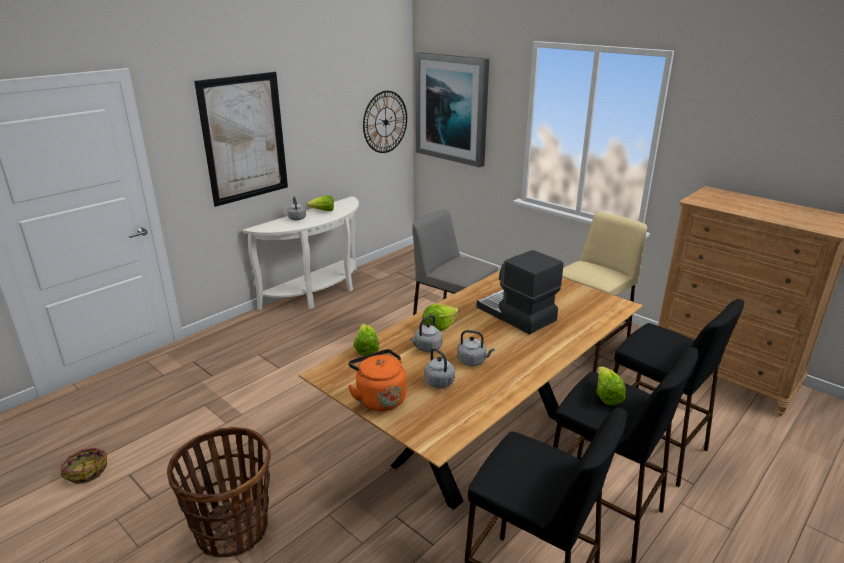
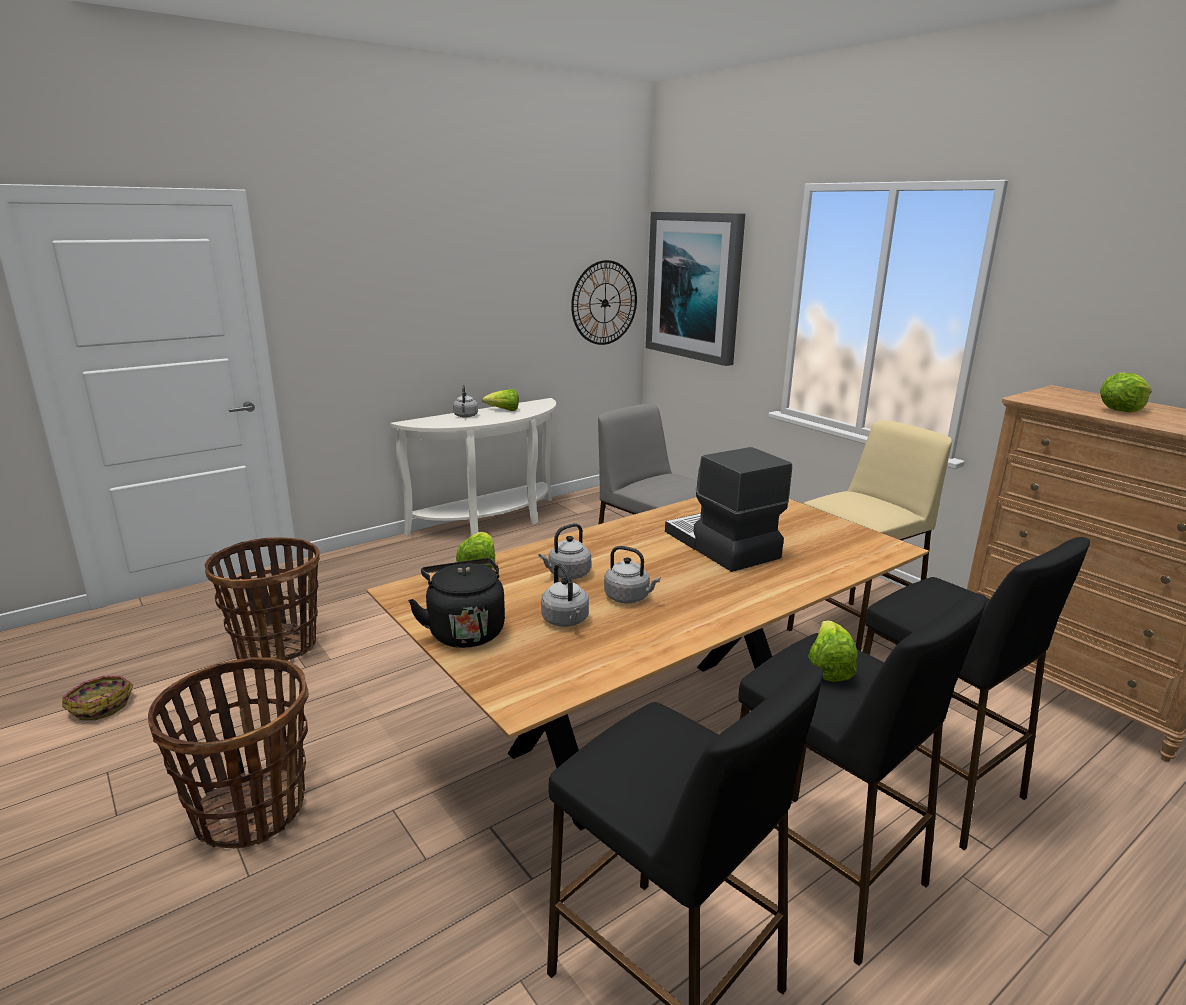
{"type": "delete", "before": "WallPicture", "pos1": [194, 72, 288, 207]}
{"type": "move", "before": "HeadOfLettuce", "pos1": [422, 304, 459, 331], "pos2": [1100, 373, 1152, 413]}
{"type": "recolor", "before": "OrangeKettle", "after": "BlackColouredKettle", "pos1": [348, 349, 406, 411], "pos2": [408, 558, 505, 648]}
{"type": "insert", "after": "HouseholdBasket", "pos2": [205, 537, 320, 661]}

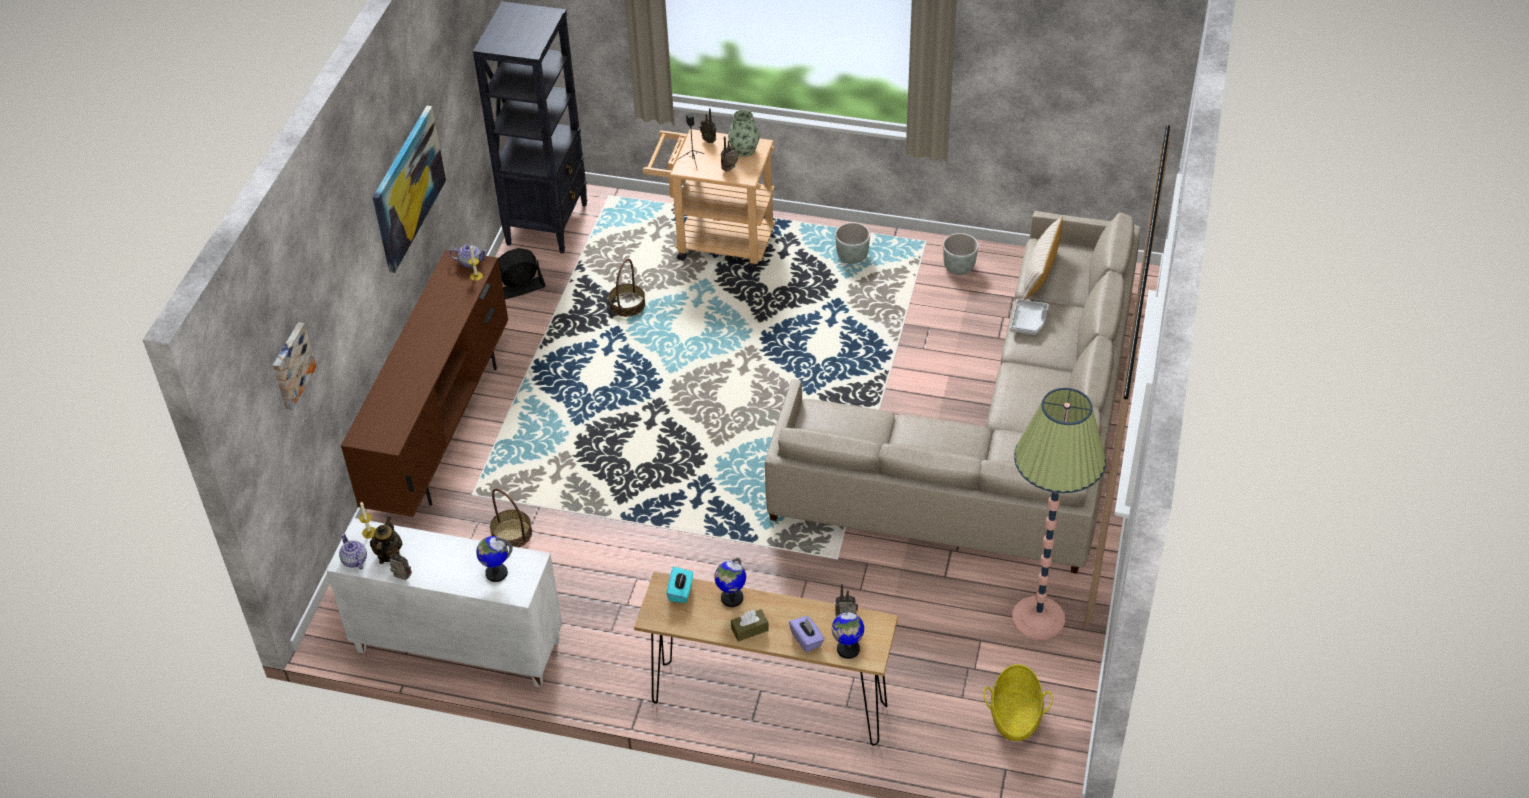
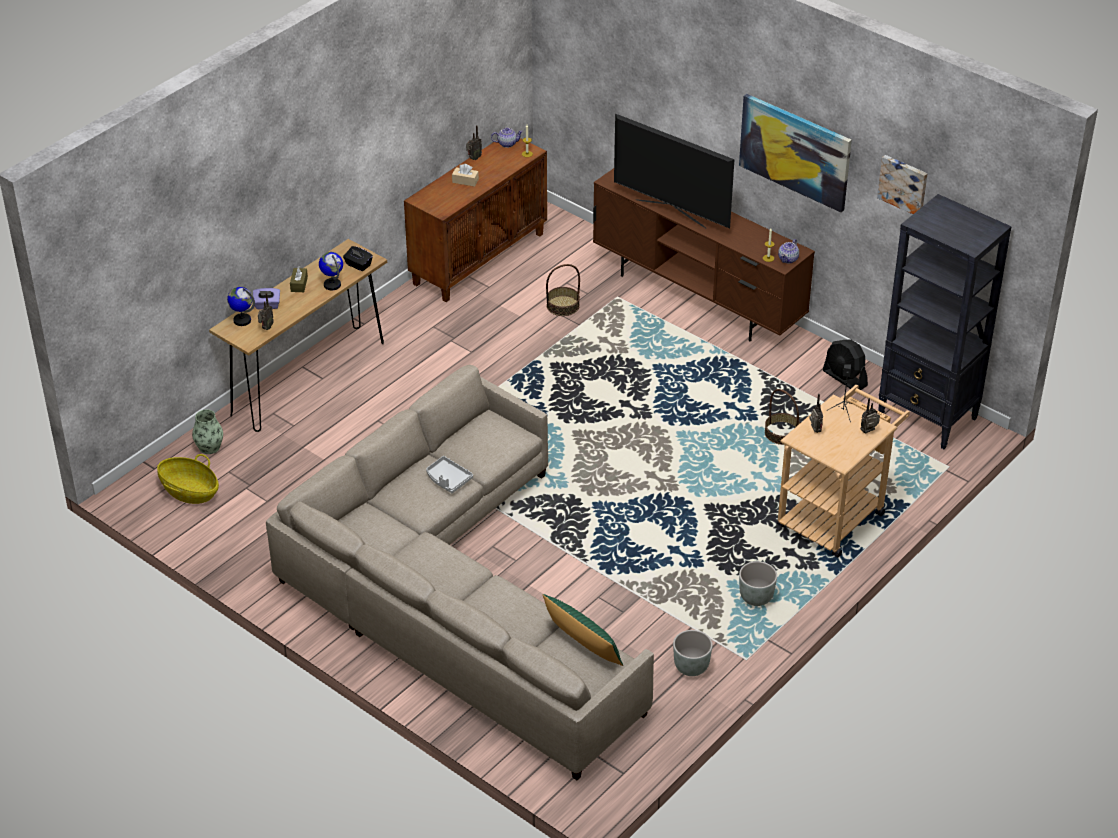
{"type": "move", "before": "Vase", "pos1": [728, 110, 760, 157], "pos2": [192, 409, 223, 454]}
{"type": "recolor", "before": "BeigeColouredPillow", "after": "GreenColouredPillow", "pos1": [1023, 216, 1063, 300], "pos2": [542, 594, 623, 666]}
{"type": "rotate", "before": "BlackColouredFan", "pos1": [498, 248, 546, 299], "pos2": [823, 339, 868, 390], "turn": 135}
{"type": "move", "before": "GreyishTray", "pos1": [1010, 299, 1049, 335], "pos2": [426, 456, 473, 493]}
{"type": "move", "before": "WallPicture", "pos1": [273, 322, 316, 410], "pos2": [877, 155, 928, 214]}
{"type": "delete", "before": "StandardLamp", "pos1": [1012, 388, 1106, 640]}
{"type": "delete", "before": "Teapot", "pos1": [370, 517, 402, 564]}
{"type": "recolor", "before": "WhiteColouredCabinet", "after": "BrownCabinet", "pos1": [327, 518, 562, 687], "pos2": [404, 138, 547, 302]}
{"type": "delete", "before": "Globe", "pos1": [476, 536, 512, 582]}
{"type": "recolor", "before": "TurquoiseBoxOfTissues", "after": "BlackColouredBoxOfTissues", "pos1": [667, 567, 693, 603], "pos2": [343, 246, 373, 271]}
{"type": "insert", "after": "Television", "pos2": [614, 114, 734, 229]}
{"type": "insert", "after": "BeigeColouredBoxOfTissues", "pos2": [452, 164, 479, 187]}

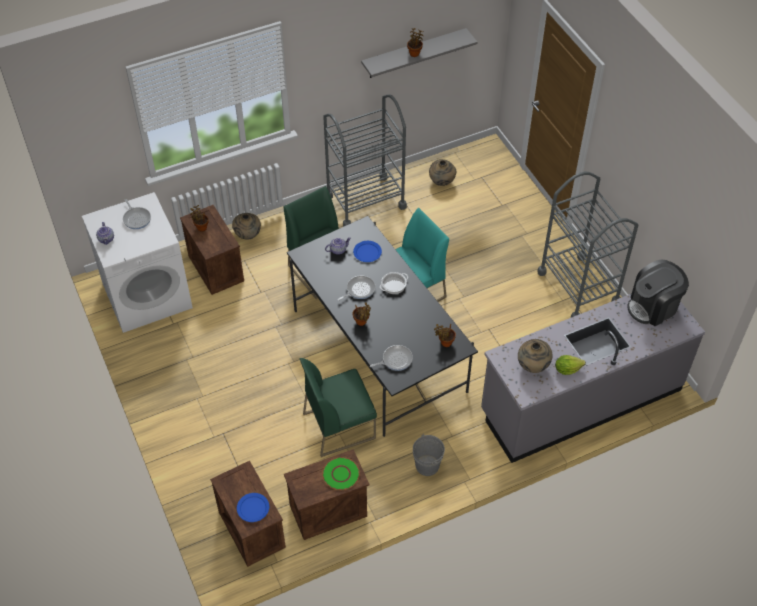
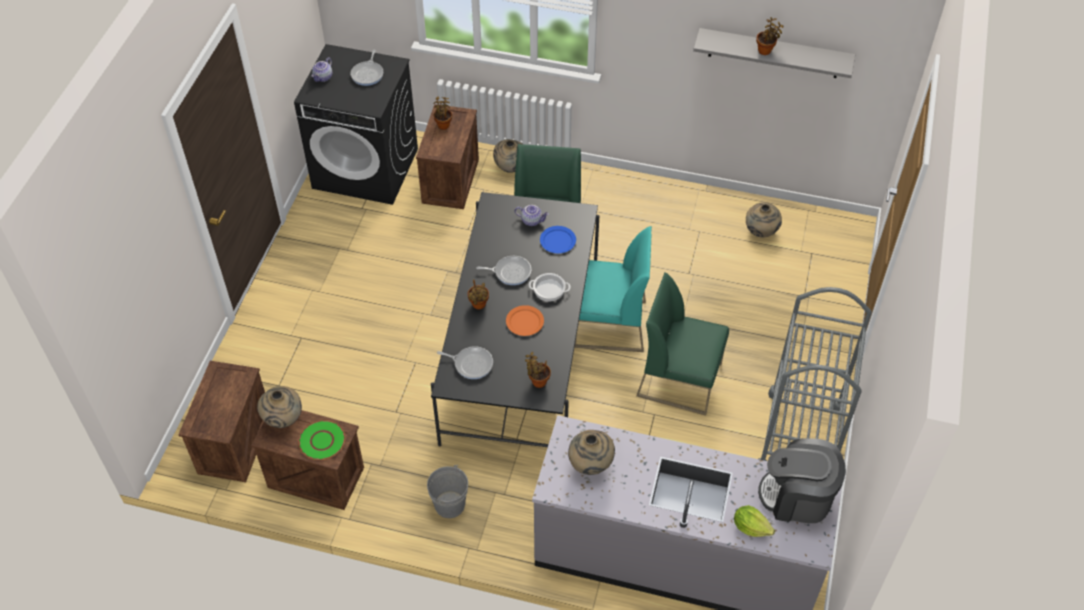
{"type": "delete", "before": "GreyishTrolley", "pos1": [323, 94, 407, 227]}
{"type": "recolor", "before": "WhiteColouredLaundryAppliance", "after": "BlackColouredLaundryAppliance", "pos1": [82, 192, 193, 333], "pos2": [294, 44, 418, 205]}
{"type": "move", "before": "HeadOfLettuce", "pos1": [555, 355, 586, 375], "pos2": [734, 505, 775, 537]}
{"type": "move", "before": "GreenColouredUprightChair", "pos1": [299, 358, 377, 457], "pos2": [636, 272, 729, 416]}
{"type": "delete", "before": "BlueColouredPlate", "pos1": [237, 493, 269, 522]}
{"type": "insert", "after": "OrangePlate", "pos2": [506, 305, 544, 336]}
{"type": "insert", "after": "BeigeColouredVase", "pos2": [257, 386, 302, 428]}

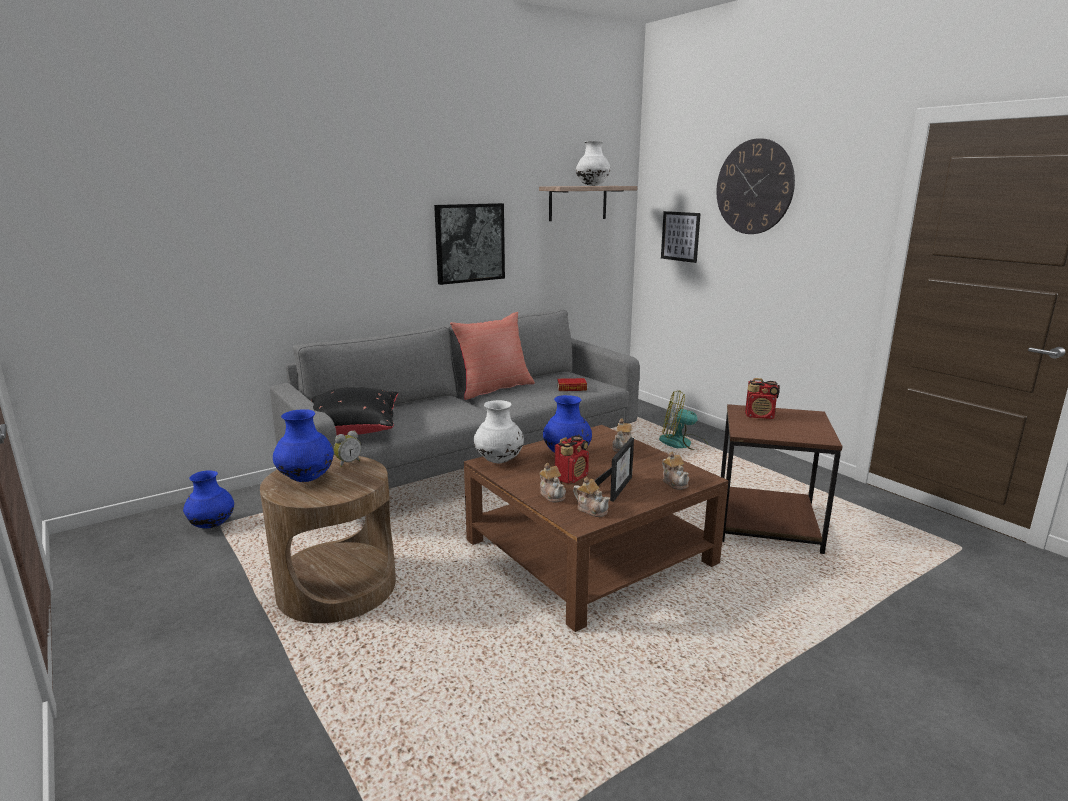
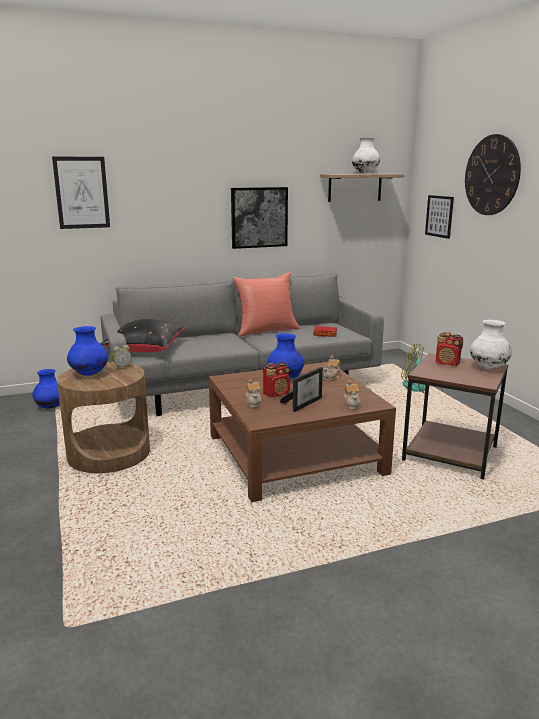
{"type": "move", "before": "WhiteColouredVase", "pos1": [473, 400, 524, 463], "pos2": [470, 320, 512, 369]}
{"type": "delete", "before": "Teapot", "pos1": [573, 477, 610, 517]}
{"type": "insert", "after": "WallPicture", "pos2": [52, 157, 110, 229]}

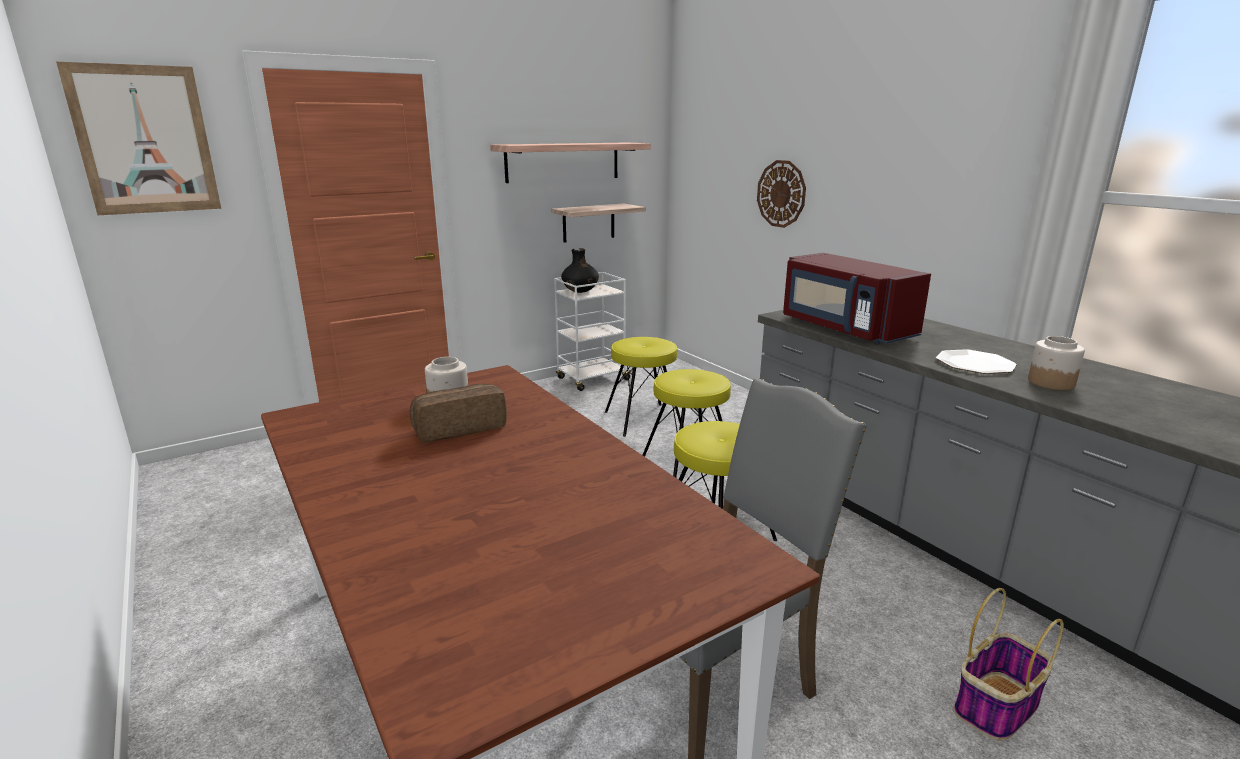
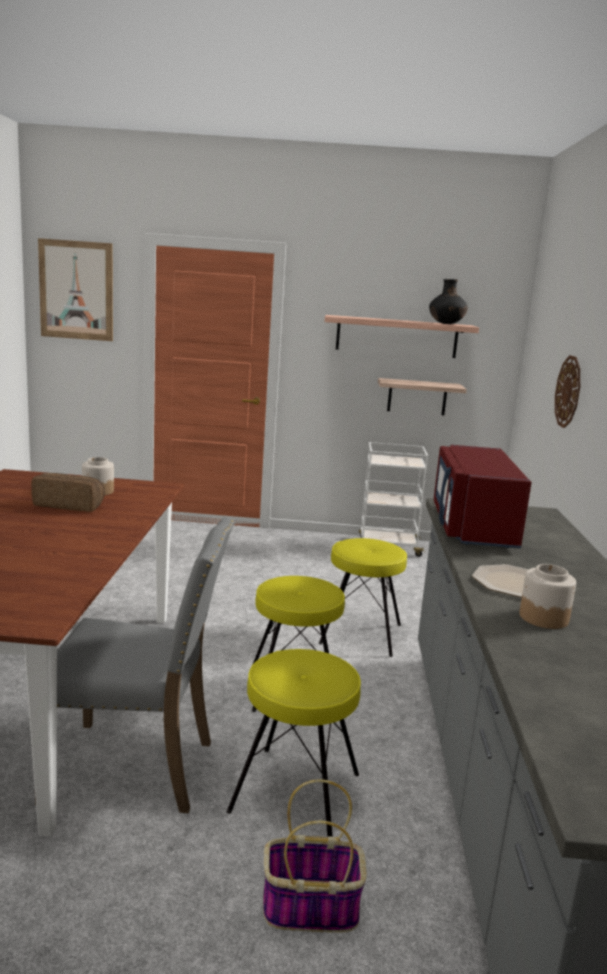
{"type": "move", "before": "BlackColouredVase", "pos1": [561, 248, 599, 293], "pos2": [429, 279, 468, 324]}
{"type": "move", "before": "YellowColouredStoolSeat", "pos1": [605, 337, 684, 437], "pos2": [226, 649, 361, 837]}

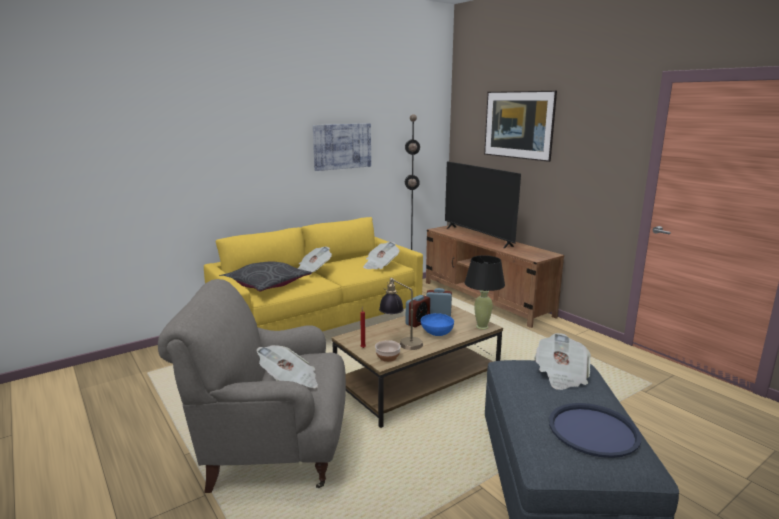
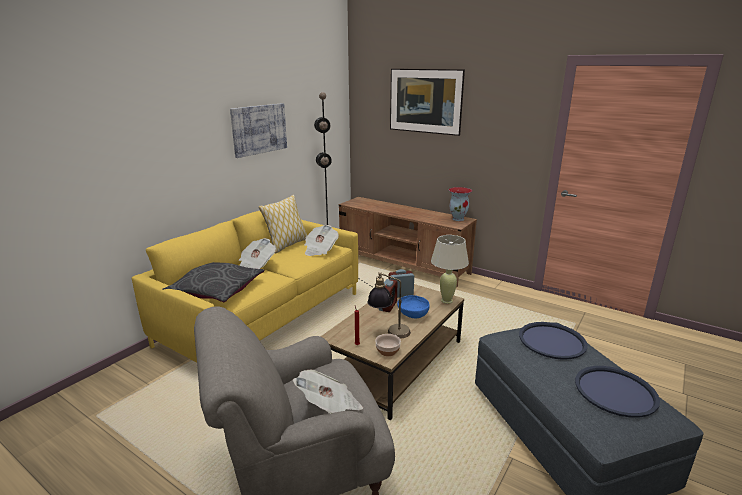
{"type": "delete", "before": "Television", "pos1": [445, 162, 521, 248]}
{"type": "recolor", "before": "BlackColouredTabletopLamp", "after": "BeigeColouredTabletopLamp", "pos1": [465, 255, 505, 330], "pos2": [431, 235, 469, 304]}
{"type": "replace", "before": "Newspaper", "after": "BlueColouredTray", "pos1": [534, 333, 591, 390], "pos2": [519, 322, 588, 360]}
{"type": "insert", "after": "Vase", "pos2": [449, 187, 472, 221]}
{"type": "insert", "after": "Pillow", "pos2": [258, 195, 307, 254]}

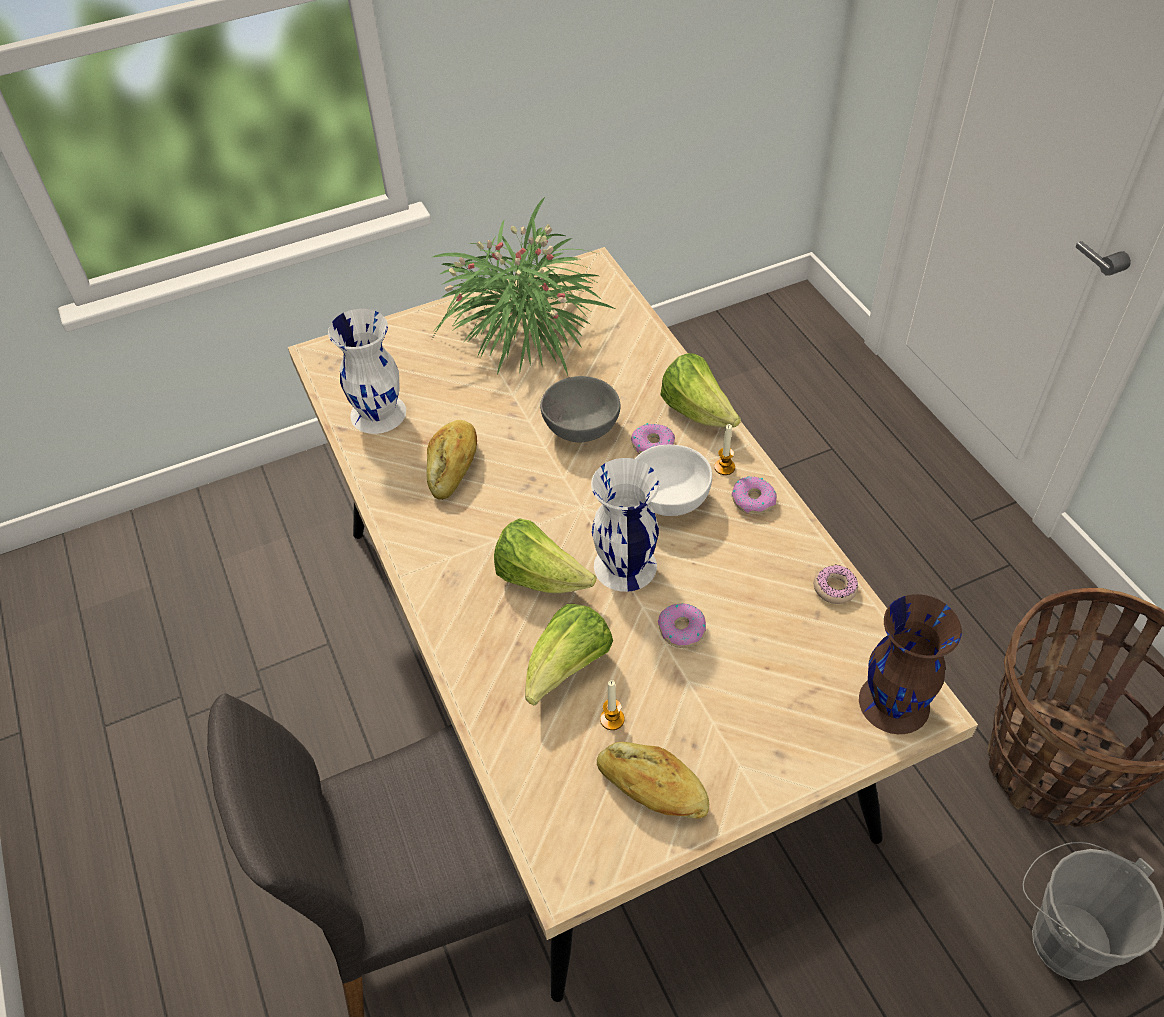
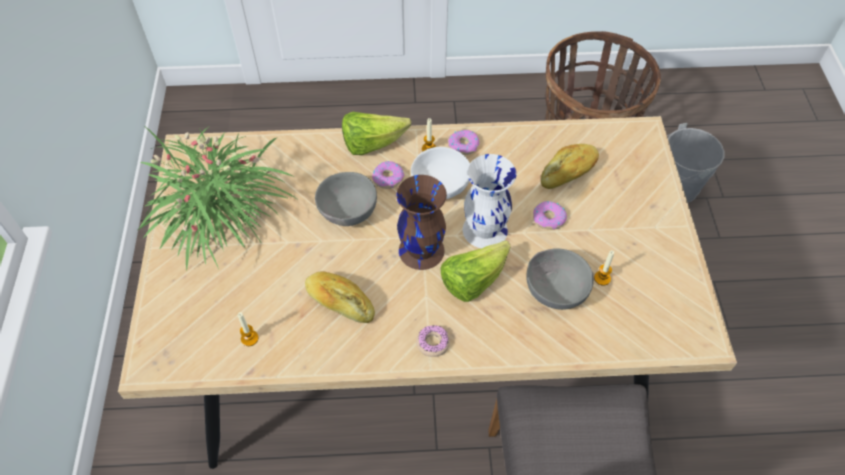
{"type": "replace", "before": "WhiteColouredVase", "after": "WaxLight", "pos1": [328, 309, 406, 434], "pos2": [238, 312, 259, 346]}
{"type": "move", "before": "RingDoughnut", "pos1": [814, 565, 858, 604], "pos2": [416, 325, 450, 357]}
{"type": "move", "before": "BrownVase", "pos1": [859, 594, 962, 734], "pos2": [396, 175, 447, 270]}
{"type": "replace", "before": "HeadOfLettuce", "after": "GreyishServingBowl", "pos1": [525, 604, 613, 705], "pos2": [526, 248, 594, 310]}
{"type": "move", "before": "BakeryBread", "pos1": [597, 742, 709, 819], "pos2": [541, 144, 599, 189]}

